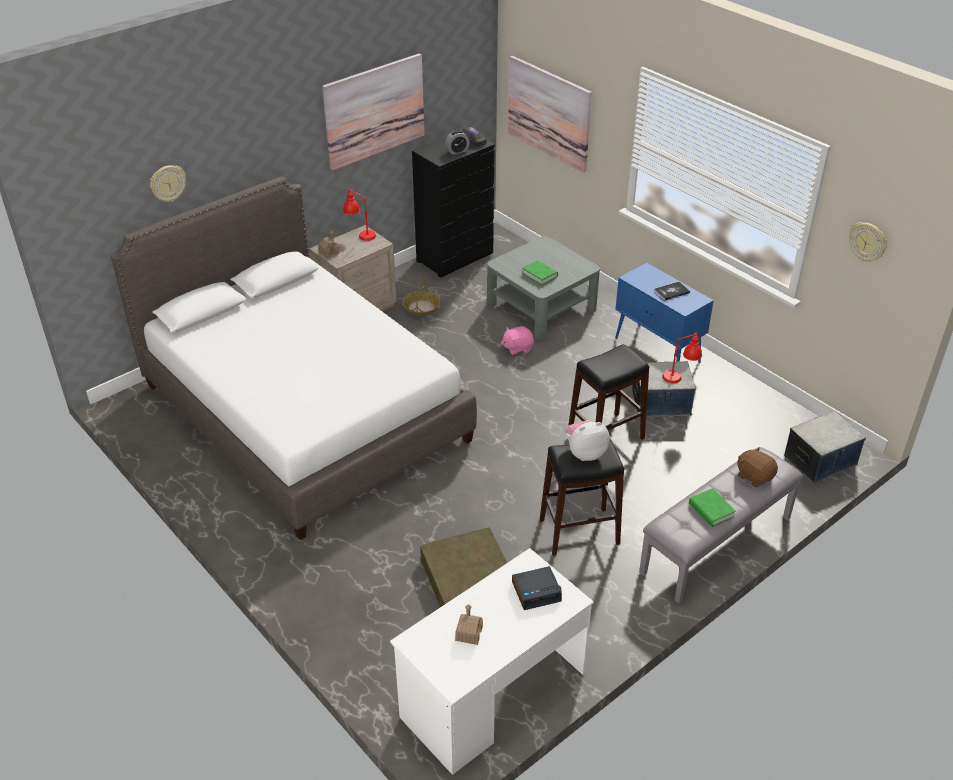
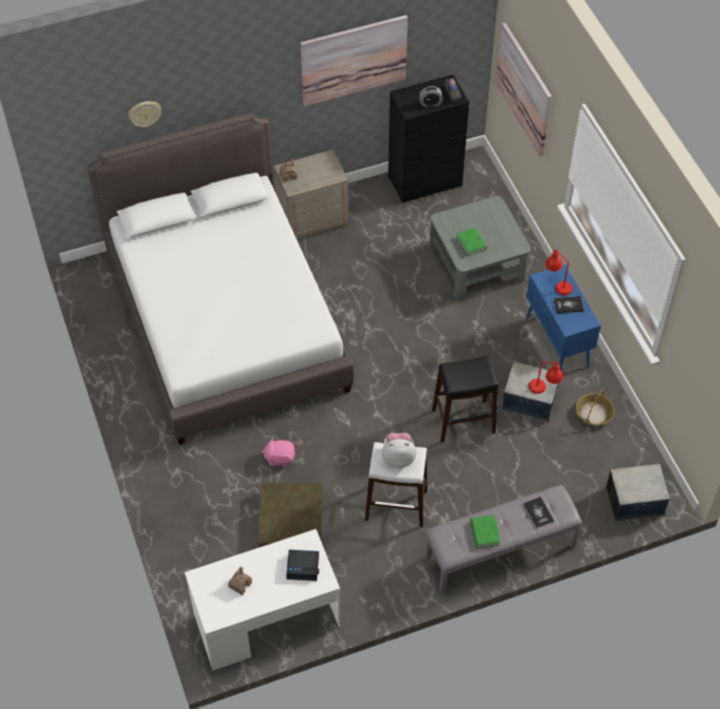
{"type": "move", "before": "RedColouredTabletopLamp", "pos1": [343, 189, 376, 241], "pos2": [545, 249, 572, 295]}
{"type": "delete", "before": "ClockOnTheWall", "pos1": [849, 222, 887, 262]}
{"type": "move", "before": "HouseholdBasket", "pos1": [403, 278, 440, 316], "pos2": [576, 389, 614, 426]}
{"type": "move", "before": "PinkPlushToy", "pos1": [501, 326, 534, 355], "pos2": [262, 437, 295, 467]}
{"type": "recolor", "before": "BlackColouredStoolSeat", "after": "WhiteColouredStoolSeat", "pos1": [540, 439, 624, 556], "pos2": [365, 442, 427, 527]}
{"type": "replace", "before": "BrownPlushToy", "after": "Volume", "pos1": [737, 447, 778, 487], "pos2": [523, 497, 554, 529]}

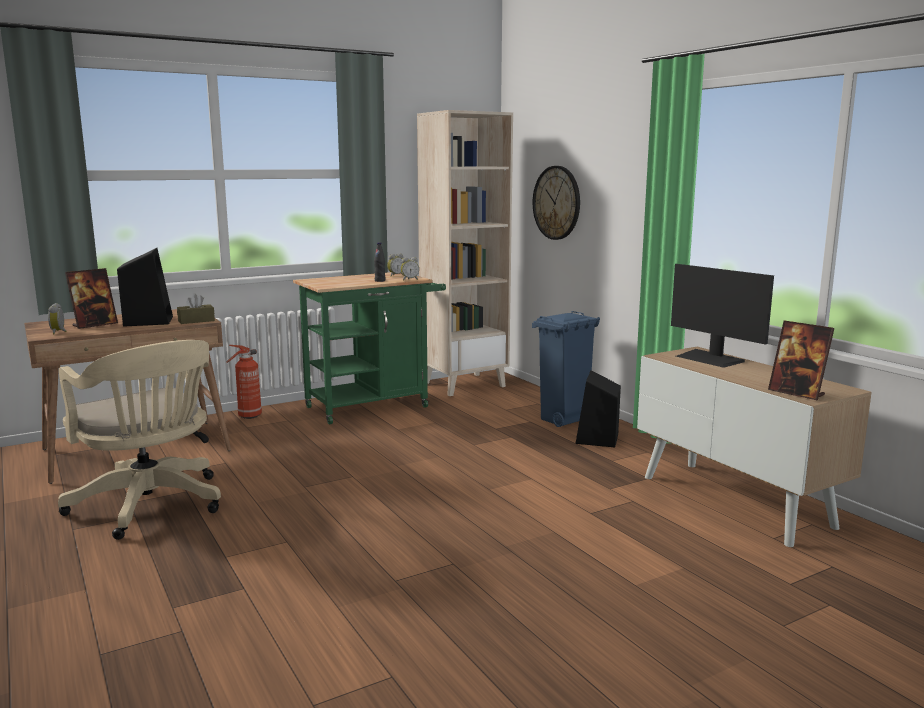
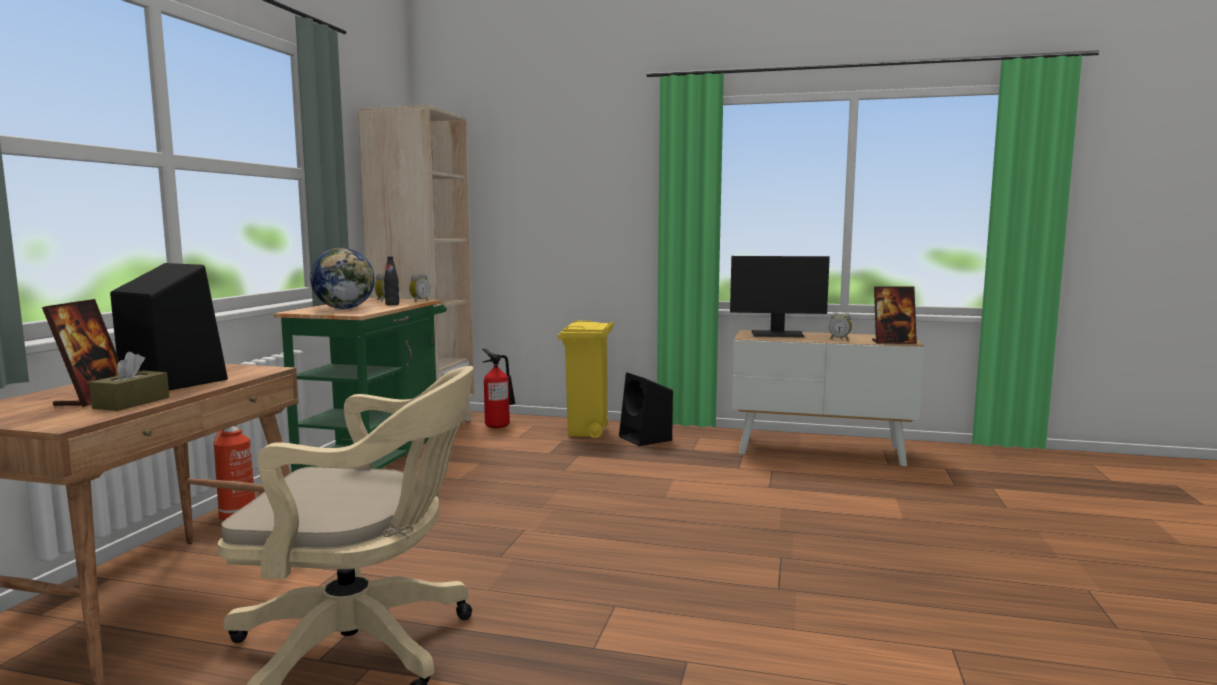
{"type": "delete", "before": "ClockOnTheWall", "pos1": [533, 166, 580, 240]}
{"type": "move", "before": "BrownBoxOfTissues", "pos1": [177, 294, 215, 324], "pos2": [89, 352, 169, 411]}
{"type": "move", "before": "AlarmClock", "pos1": [48, 303, 67, 335], "pos2": [829, 312, 852, 340]}
{"type": "recolor", "before": "BlueColouredTrashCan", "after": "YellowColouredTrashCan", "pos1": [532, 311, 600, 427], "pos2": [558, 320, 614, 438]}
{"type": "insert", "after": "Globe", "pos2": [310, 248, 375, 309]}
{"type": "insert", "after": "FireFightingCylinder", "pos2": [482, 349, 515, 428]}

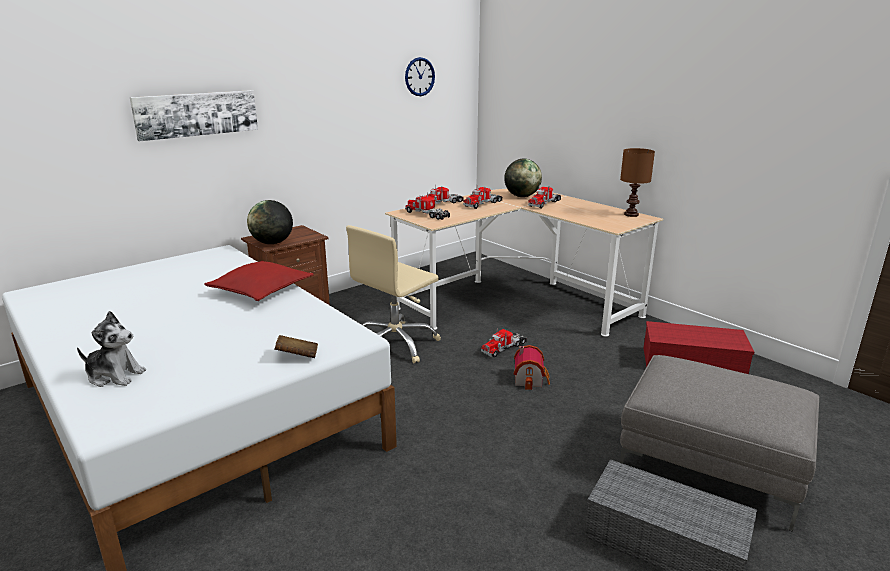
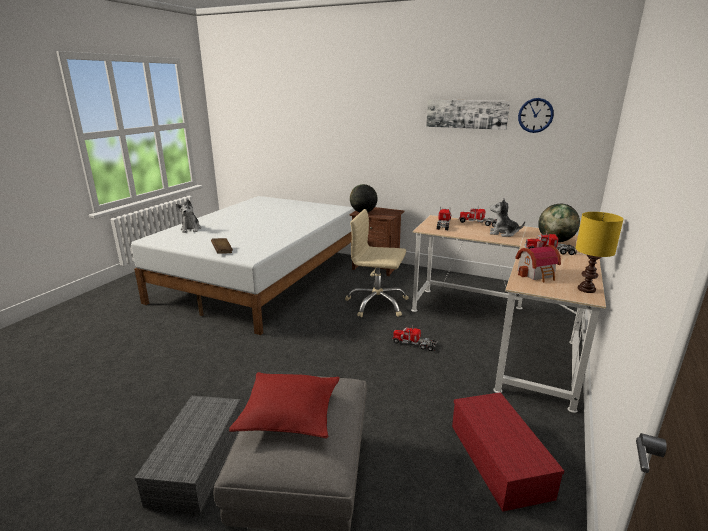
{"type": "move", "before": "WallPicture", "pos1": [130, 90, 258, 141], "pos2": [426, 99, 510, 130]}
{"type": "recolor", "before": "BrownTabletopLamp", "after": "YellowColouredTabletopLamp", "pos1": [620, 148, 655, 217], "pos2": [576, 212, 624, 293]}
{"type": "replace", "before": "ToyTruck", "after": "PlushToy", "pos1": [463, 185, 503, 209], "pos2": [490, 199, 525, 237]}
{"type": "move", "before": "RedColouredPillow", "pos1": [204, 261, 314, 301], "pos2": [229, 372, 340, 439]}
{"type": "move", "before": "ModelHouse", "pos1": [514, 345, 550, 390], "pos2": [515, 241, 561, 282]}

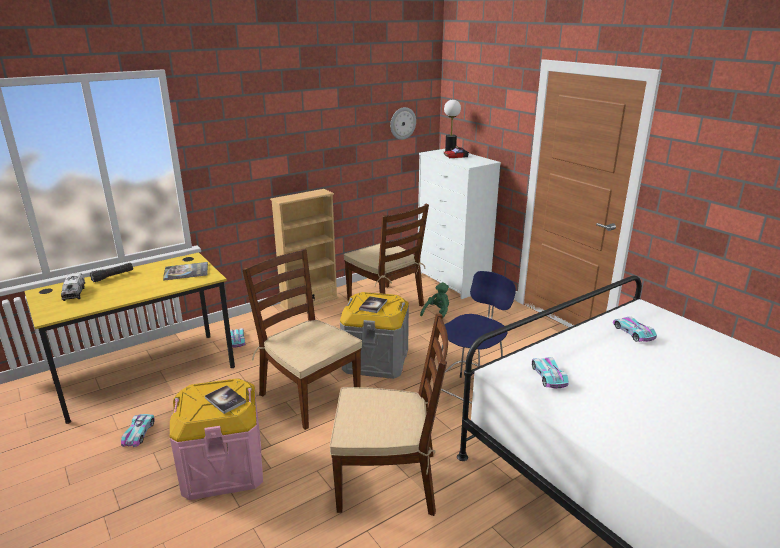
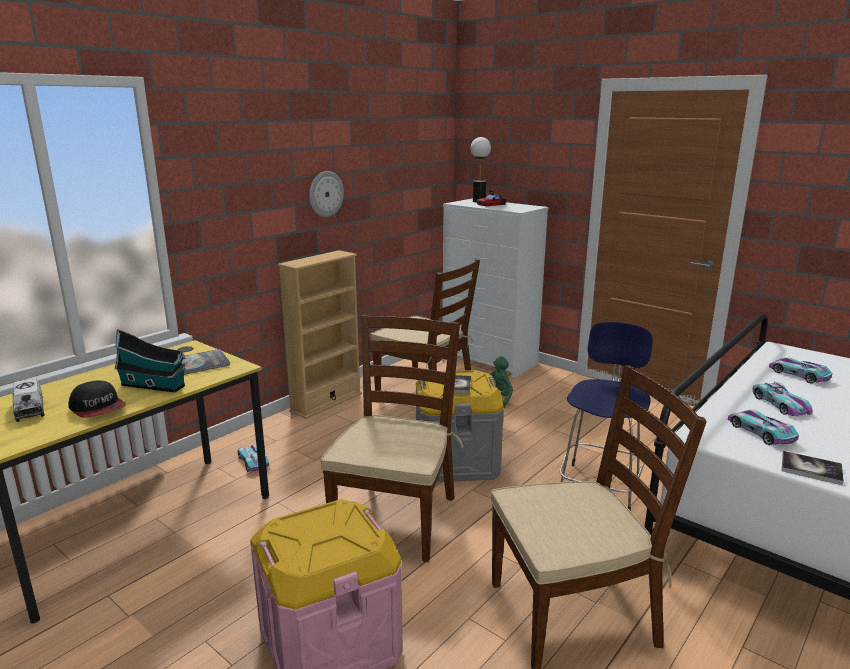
{"type": "move", "before": "ClockOnTheWall", "pos1": [390, 107, 416, 140], "pos2": [309, 171, 344, 217]}
{"type": "rotate", "before": "BrownUprightChair", "pos1": [242, 249, 362, 430], "pos2": [321, 315, 463, 562], "turn": 75}
{"type": "delete", "before": "BlackColouredHandTorch", "pos1": [90, 263, 133, 282]}
{"type": "move", "before": "Volume", "pos1": [205, 385, 246, 414], "pos2": [781, 451, 844, 485]}
{"type": "move", "before": "ModelCar", "pos1": [121, 414, 155, 447], "pos2": [752, 382, 813, 416]}
{"type": "insert", "after": "ModelHouse", "pos2": [115, 329, 186, 393]}
{"type": "insert", "after": "PeakedCap", "pos2": [69, 380, 126, 418]}

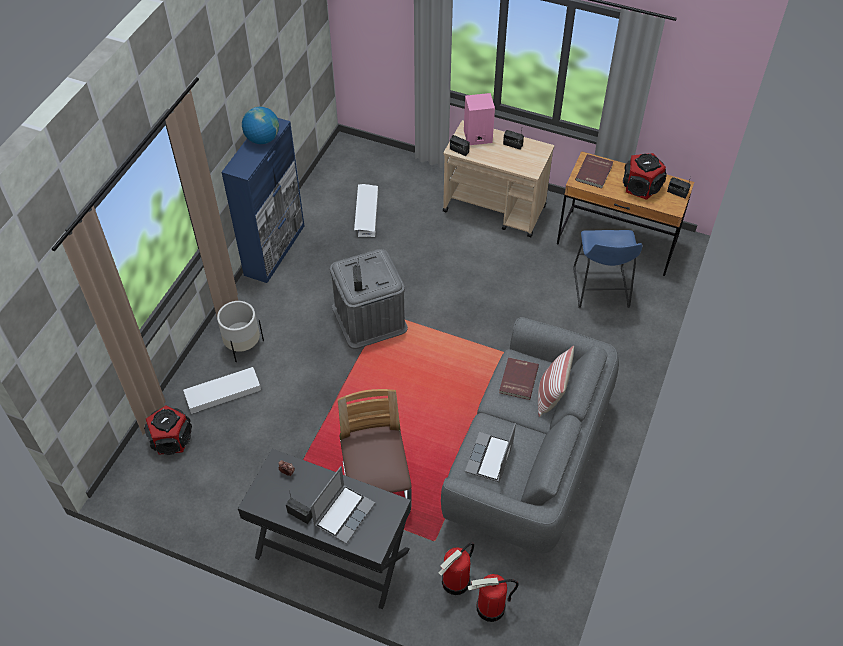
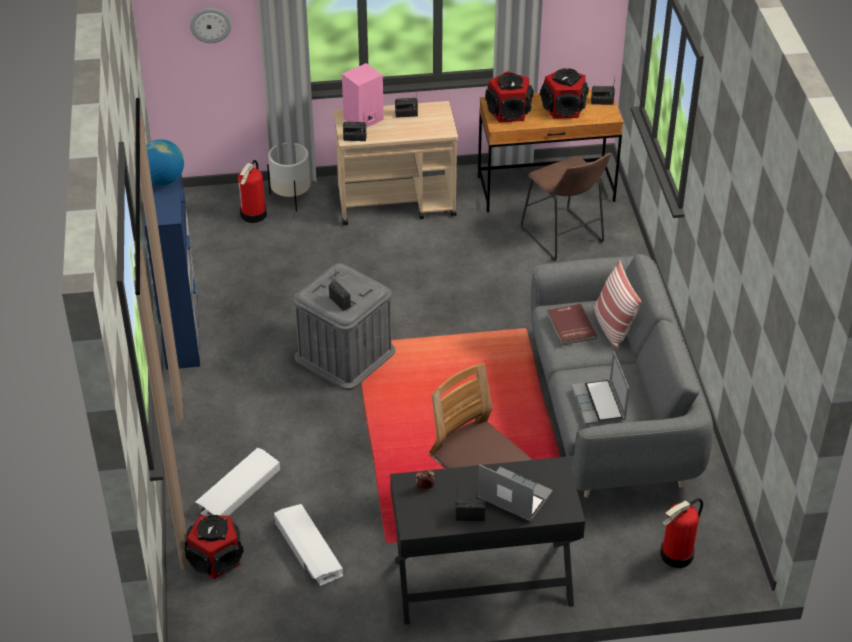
{"type": "replace", "before": "RedColouredVolume", "after": "AudioSpeaker", "pos1": [575, 154, 613, 188], "pos2": [485, 71, 533, 122]}
{"type": "move", "before": "WhiteColouredStorageContainer", "pos1": [354, 184, 378, 237], "pos2": [274, 504, 344, 586]}
{"type": "recolor", "before": "BlueColouredStoolSeat", "after": "BrownStoolSeat", "pos1": [573, 230, 643, 308], "pos2": [521, 153, 611, 261]}
{"type": "move", "before": "WhiteColouredPlanter", "pos1": [217, 301, 264, 362], "pos2": [267, 143, 311, 211]}
{"type": "rotate", "before": "NotebookComputer", "pos1": [311, 466, 375, 544], "pos2": [477, 464, 553, 522], "turn": -60}
{"type": "move", "before": "FireFightingCylinder", "pos1": [438, 543, 474, 595], "pos2": [238, 160, 267, 223]}
{"type": "insert", "after": "ClockOnTheWall", "pos2": [190, 8, 231, 43]}

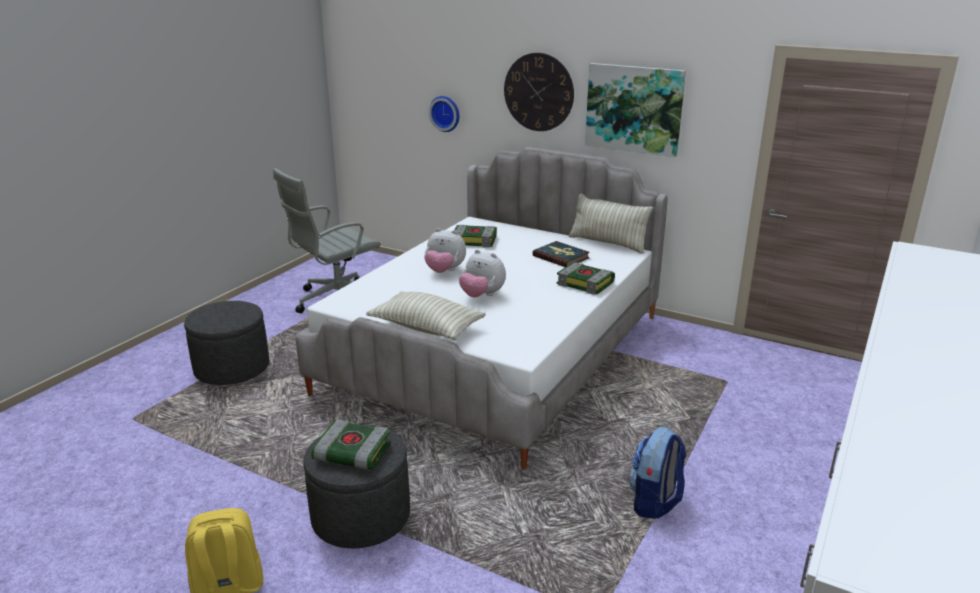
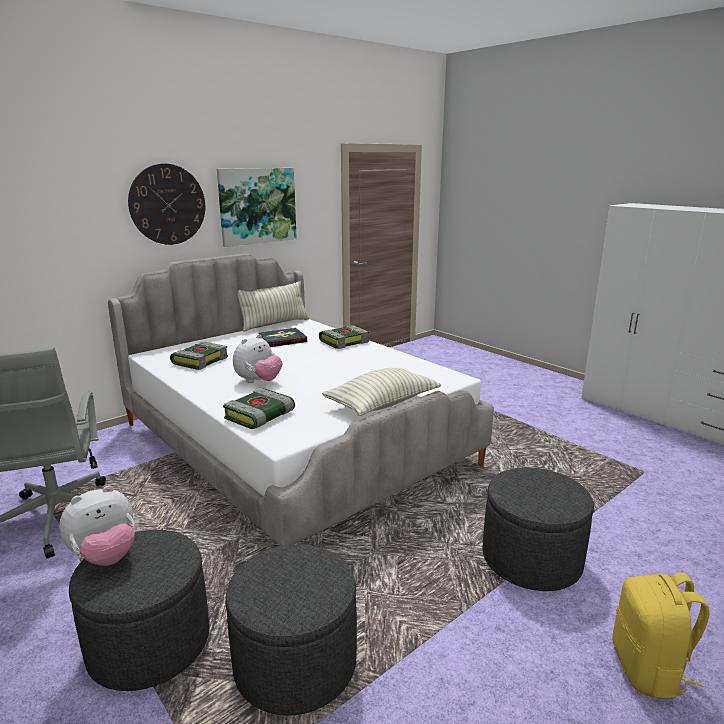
{"type": "delete", "before": "ClockOnTheWall", "pos1": [429, 96, 460, 132]}
{"type": "move", "before": "PlushToy", "pos1": [459, 250, 506, 297], "pos2": [59, 485, 135, 566]}
{"type": "move", "before": "Volume", "pos1": [311, 420, 391, 470], "pos2": [223, 388, 295, 429]}
{"type": "delete", "before": "Knapsack", "pos1": [628, 427, 686, 519]}
{"type": "insert", "after": "GreyishOttoman", "pos2": [225, 544, 357, 715]}

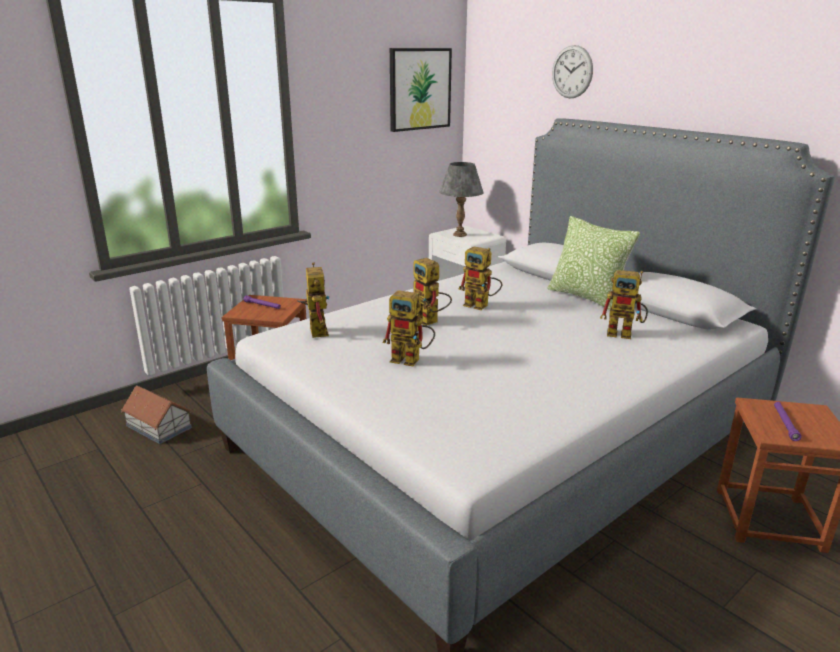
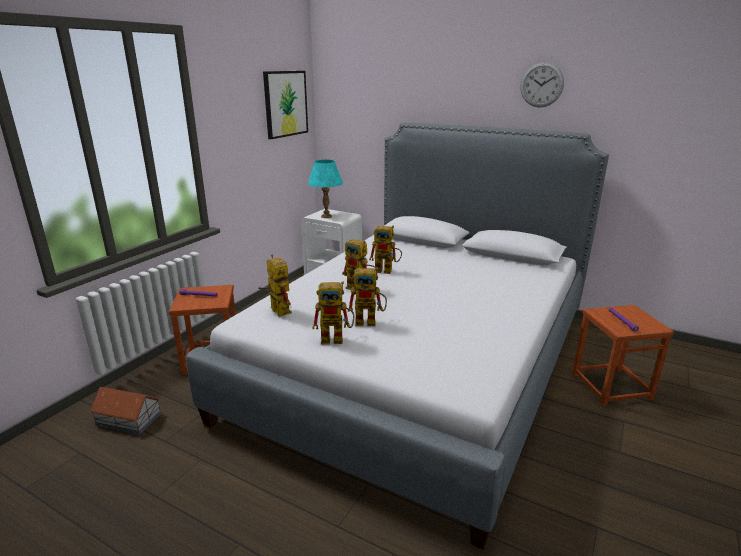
{"type": "move", "before": "ClockOnTheWall", "pos1": [552, 45, 593, 98], "pos2": [520, 62, 564, 107]}
{"type": "recolor", "before": "GreyishTabletopLamp", "after": "TurquoiseTabletopLamp", "pos1": [439, 162, 484, 237], "pos2": [308, 160, 343, 218]}
{"type": "delete", "before": "Pillow", "pos1": [547, 216, 640, 311]}
{"type": "move", "before": "ModelRobot", "pos1": [600, 270, 648, 339], "pos2": [312, 281, 354, 344]}

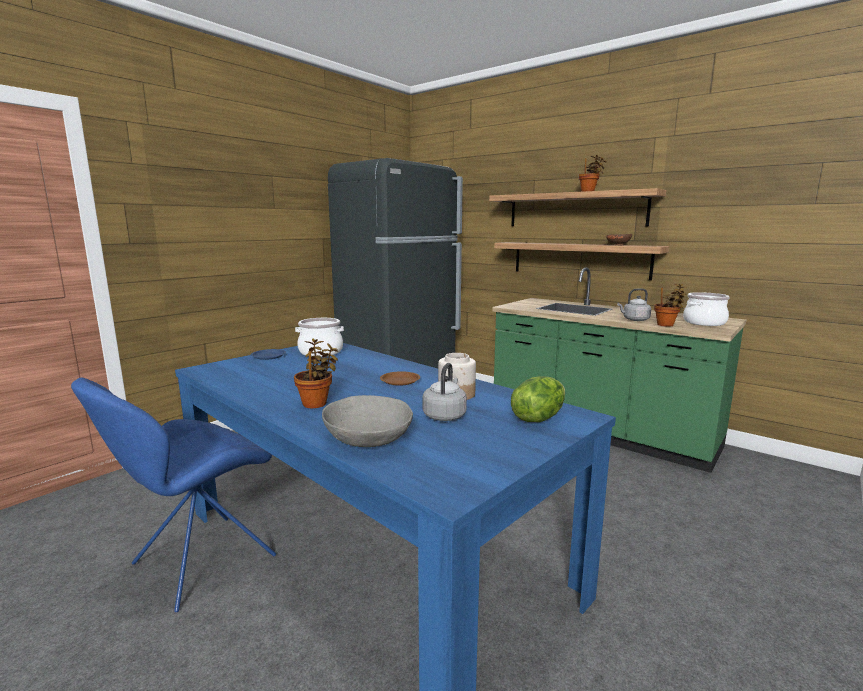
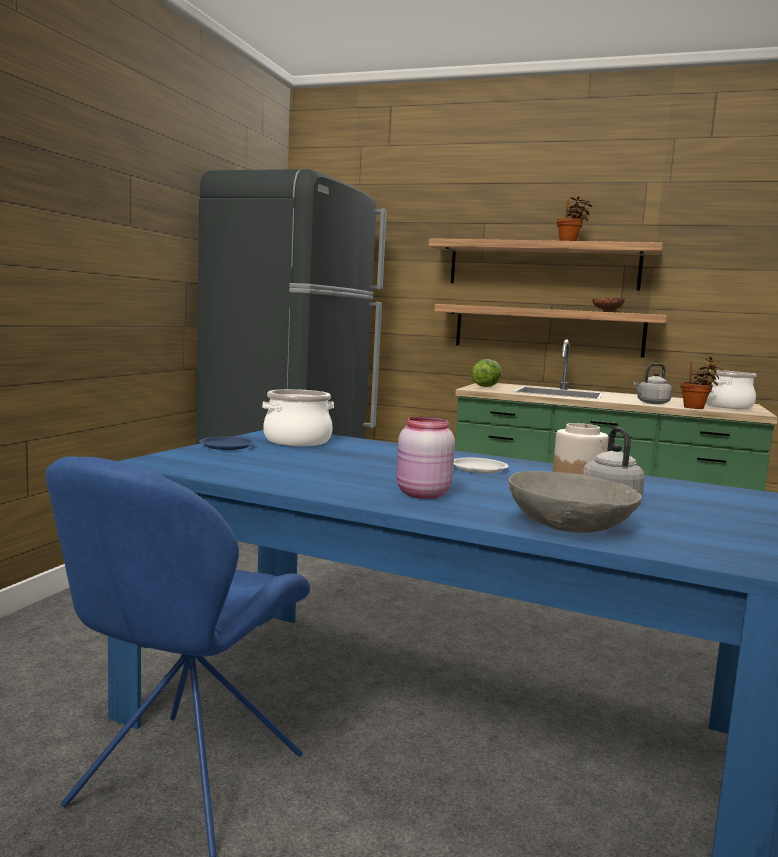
{"type": "replace", "before": "PlantInAPot", "after": "PinkPreserveJar", "pos1": [294, 338, 338, 408], "pos2": [396, 417, 455, 499]}
{"type": "recolor", "before": "BrownPlate", "after": "WhiteColouredPlate", "pos1": [380, 371, 420, 386], "pos2": [454, 458, 508, 473]}
{"type": "move", "before": "HeadOfLettuce", "pos1": [511, 376, 565, 422], "pos2": [471, 359, 501, 387]}

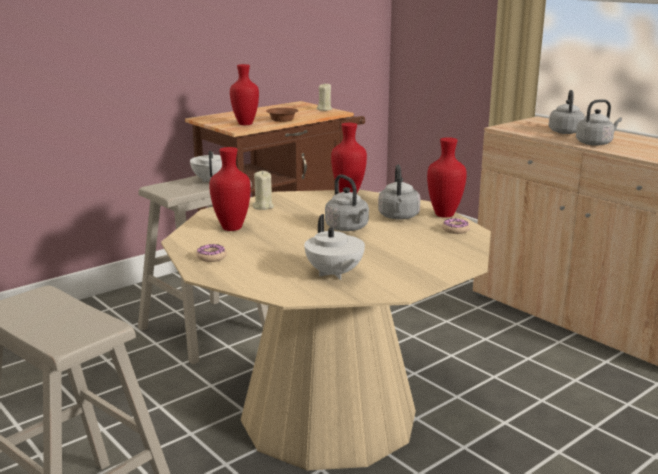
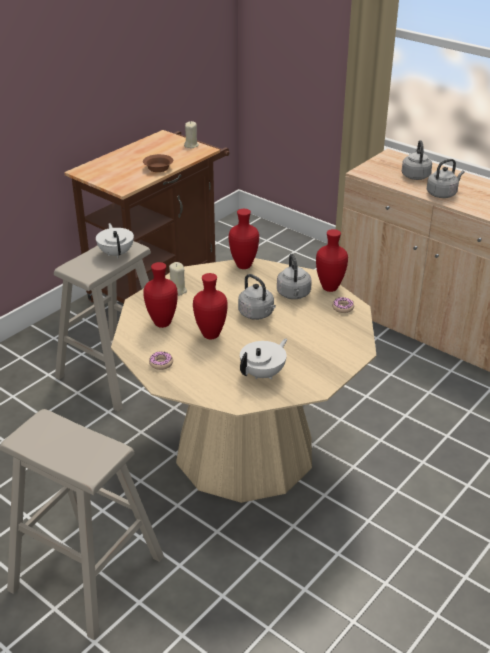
{"type": "move", "before": "RedColouredVase", "pos1": [230, 64, 259, 125], "pos2": [193, 273, 228, 339]}
{"type": "rotate", "before": "WhiteColouredTeapot", "pos1": [304, 214, 365, 280], "pos2": [240, 339, 287, 380], "turn": -105}

